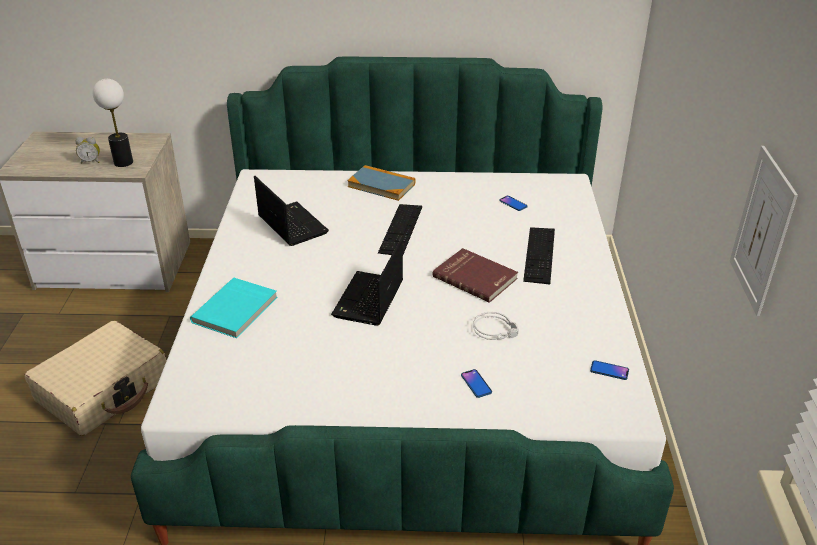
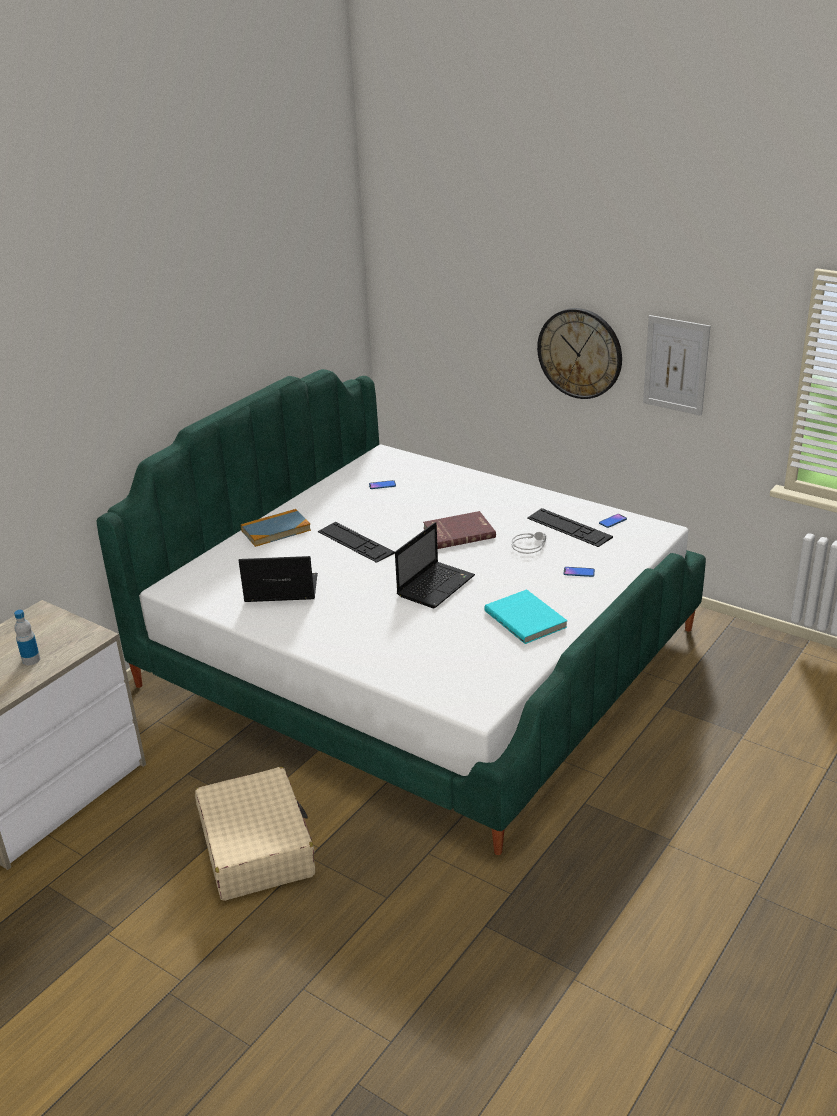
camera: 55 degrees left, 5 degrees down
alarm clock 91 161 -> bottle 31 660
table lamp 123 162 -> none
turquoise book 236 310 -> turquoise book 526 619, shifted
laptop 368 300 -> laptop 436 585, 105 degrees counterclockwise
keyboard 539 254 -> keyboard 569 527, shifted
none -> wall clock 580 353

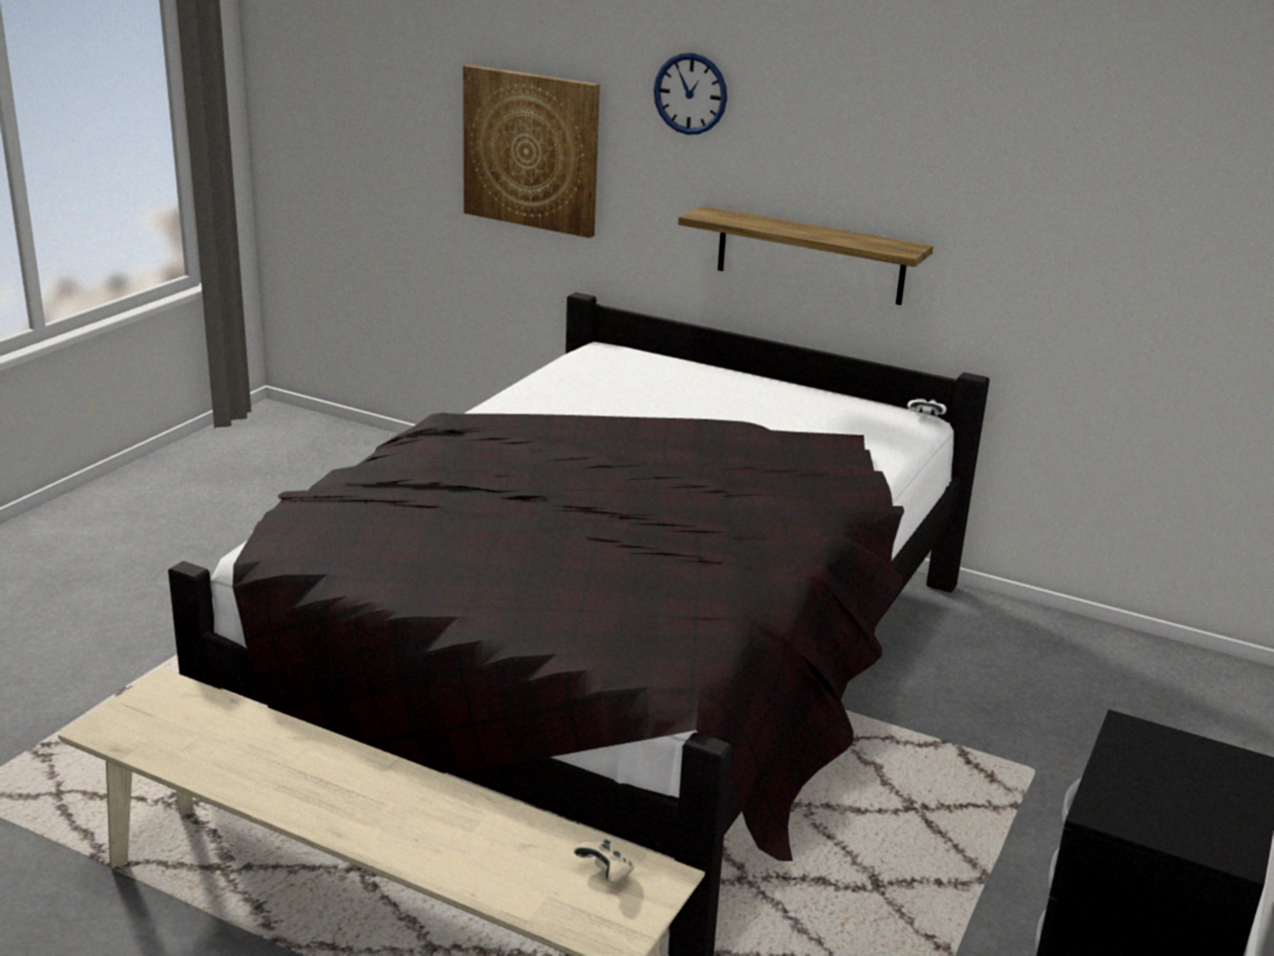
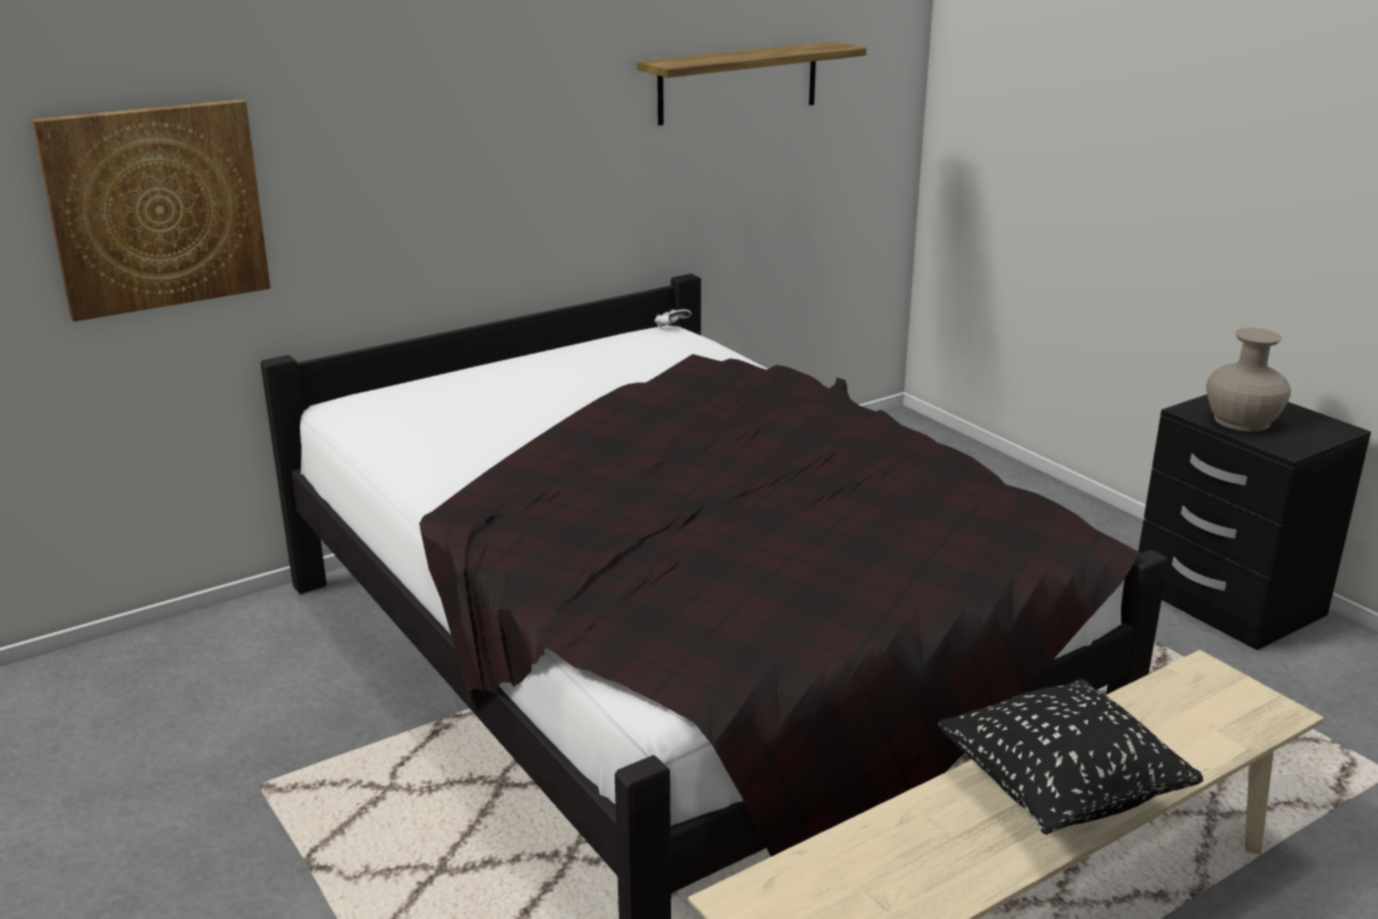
camera: 60 degrees left, 0 degrees up
beige game controller 606 873 -> none
wall clock 690 94 -> none
shelf 810 256 -> shelf 738 82, shifted
none -> black pillow 1060 793
none -> beige vase 1242 420

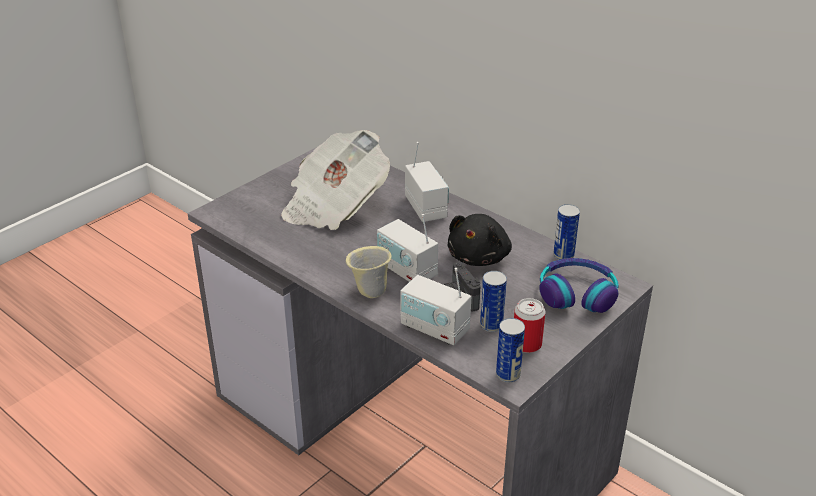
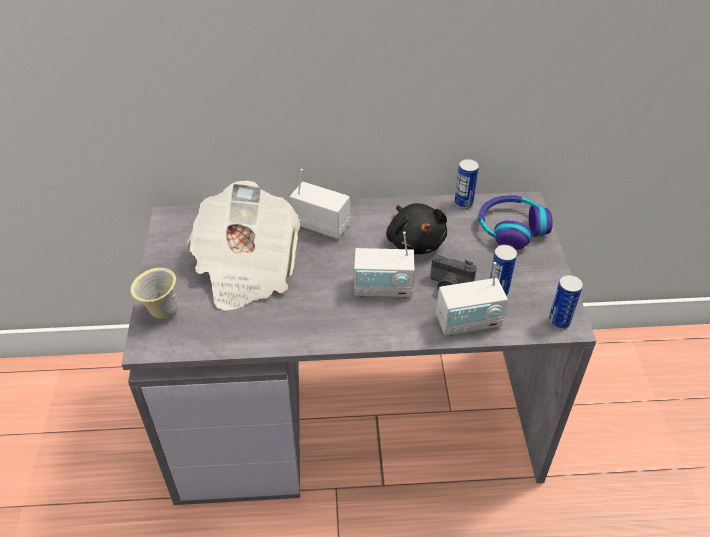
camera: 45 degrees left, 10 degrees up
beige mug 369 291 -> beige mug 161 313, shifted
can 526 344 -> none

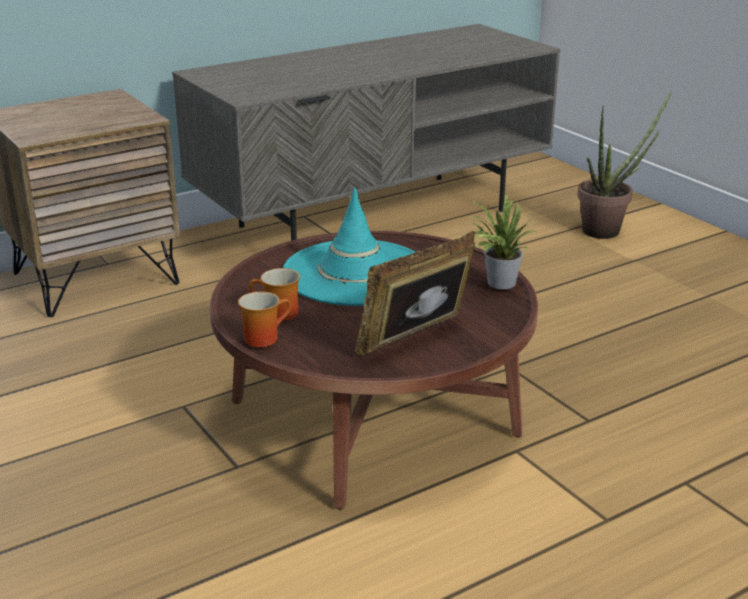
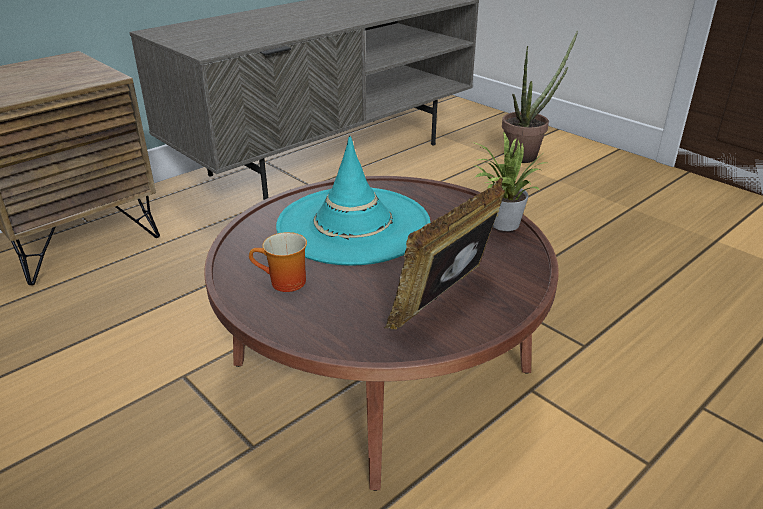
camera: 10 degrees left, 5 degrees up
mug 263 337 -> none

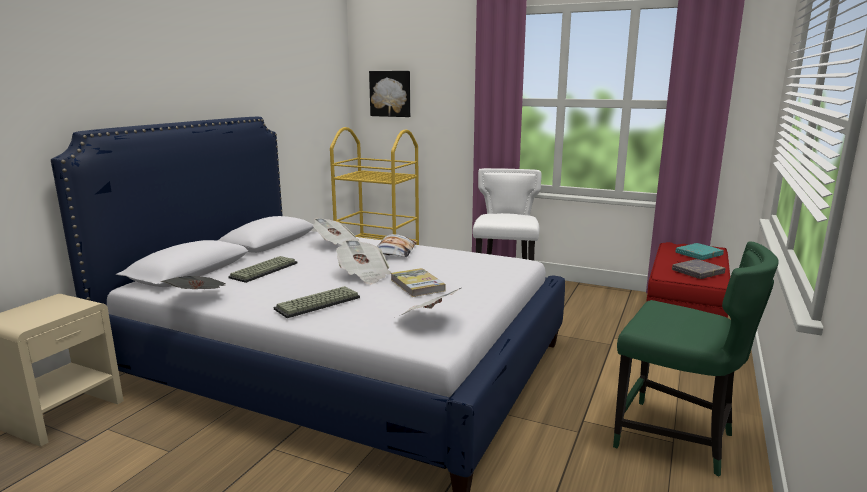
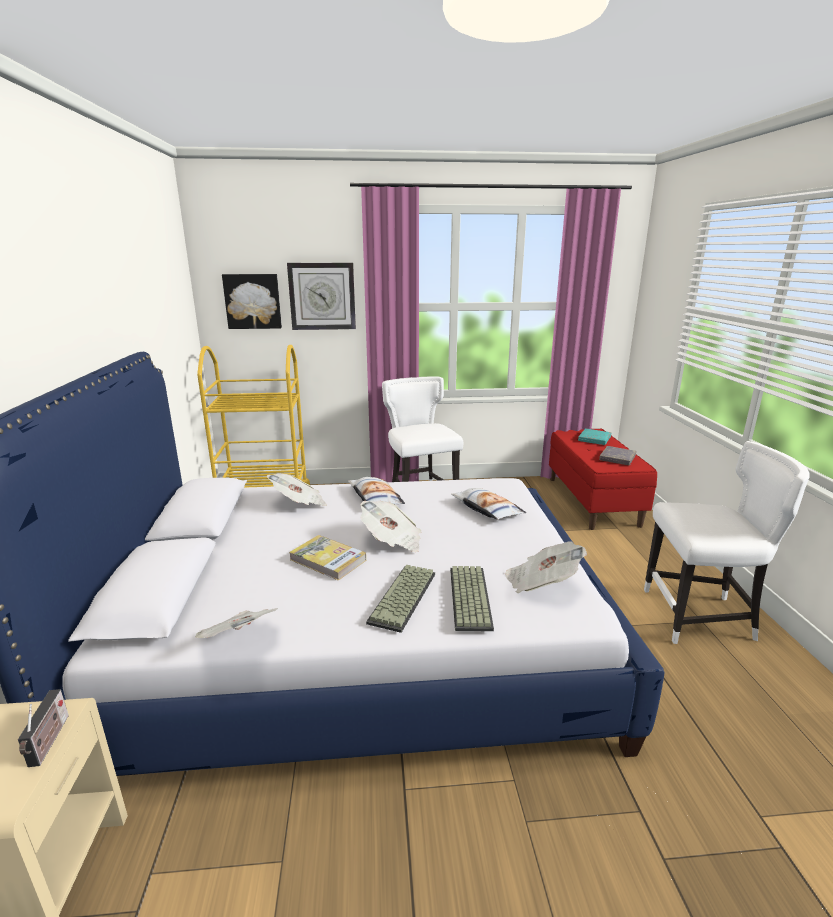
camera: 30 degrees left, 5 degrees up
keyboard 264 270 -> keyboard 468 597, shifted
book 417 285 -> book 328 560, shifted
green chair 676 439 -> white chair 700 617
none -> radio 48 742
none -> wall clock 322 296
none -> pillow 486 509

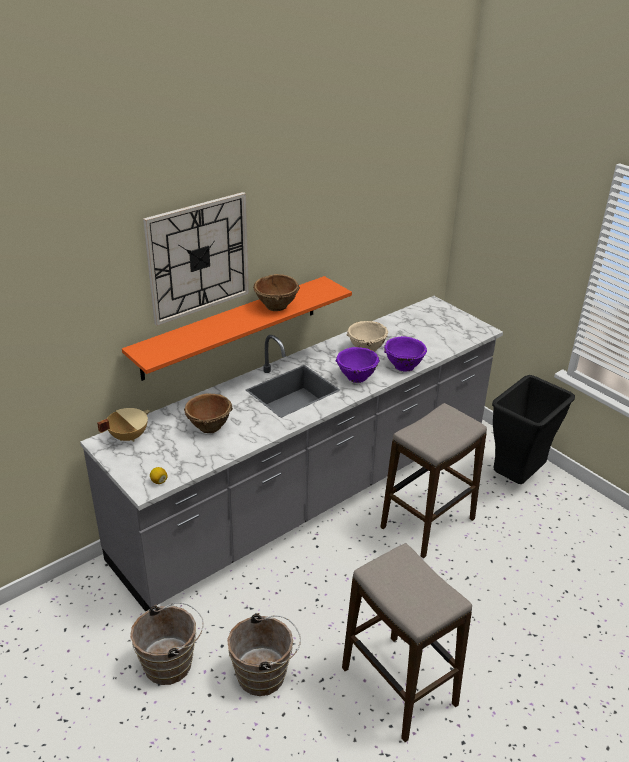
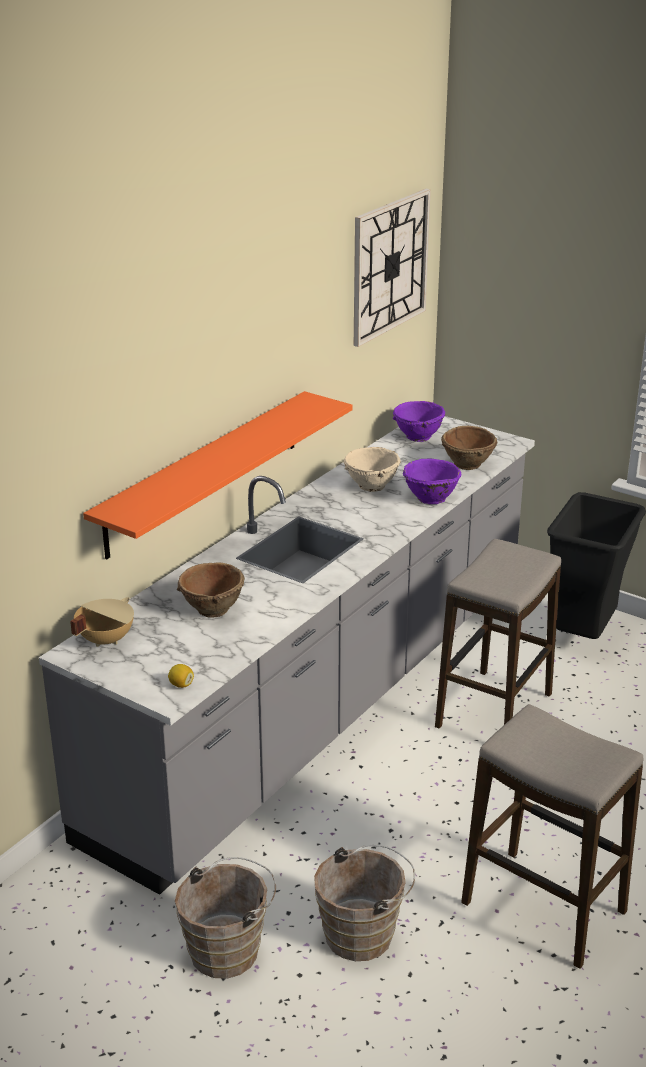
camera: 15 degrees left, 5 degrees down
wall clock 198 258 -> wall clock 390 266, shifted
brown bowl 276 306 -> brown bowl 468 465, shifted
purple bowl 356 377 -> purple bowl 417 437, shifted

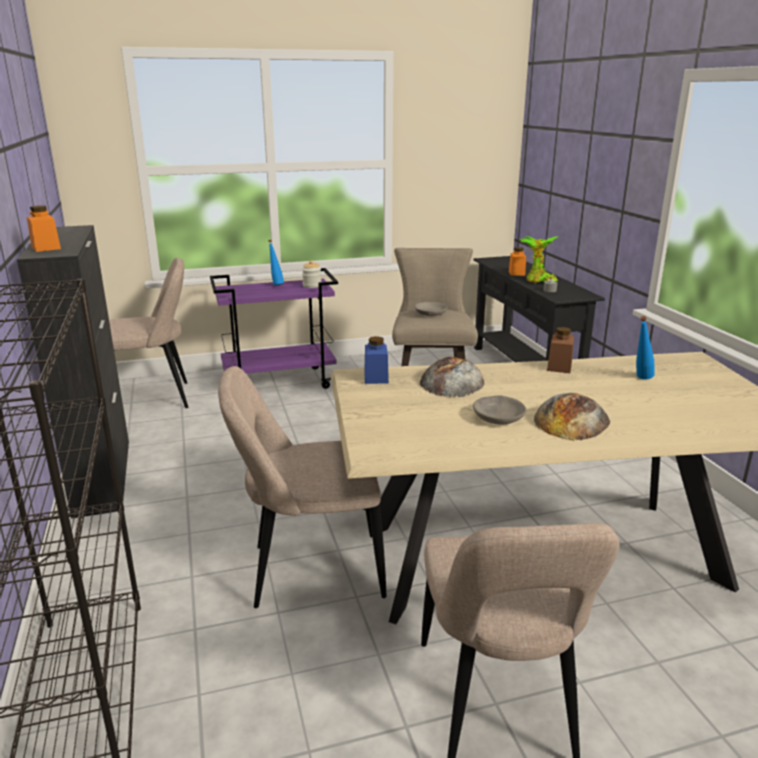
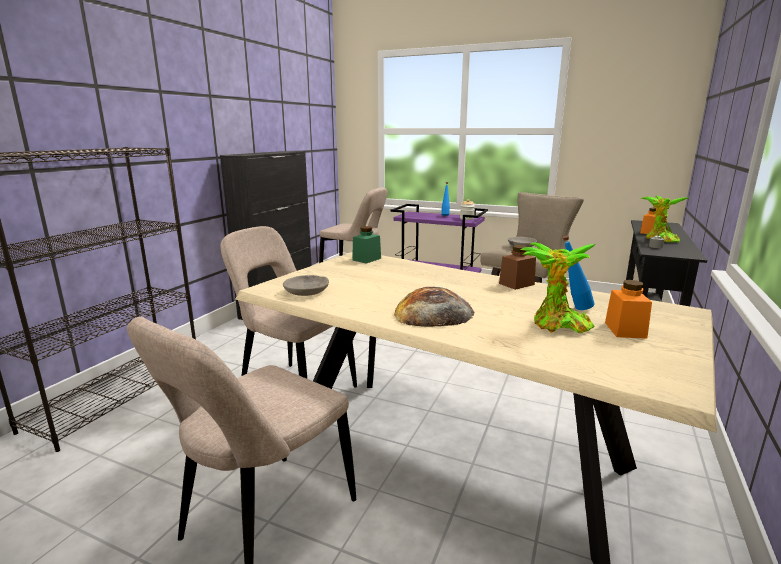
camera: 40 degrees right, 5 degrees down
orange jar 46 247 -> orange jar 625 330, shifted
blue jar 376 377 -> green jar 366 259
bread 452 381 -> none
grey bowl 498 417 -> grey bowl 307 291, shifted
none -> potted plant 557 325

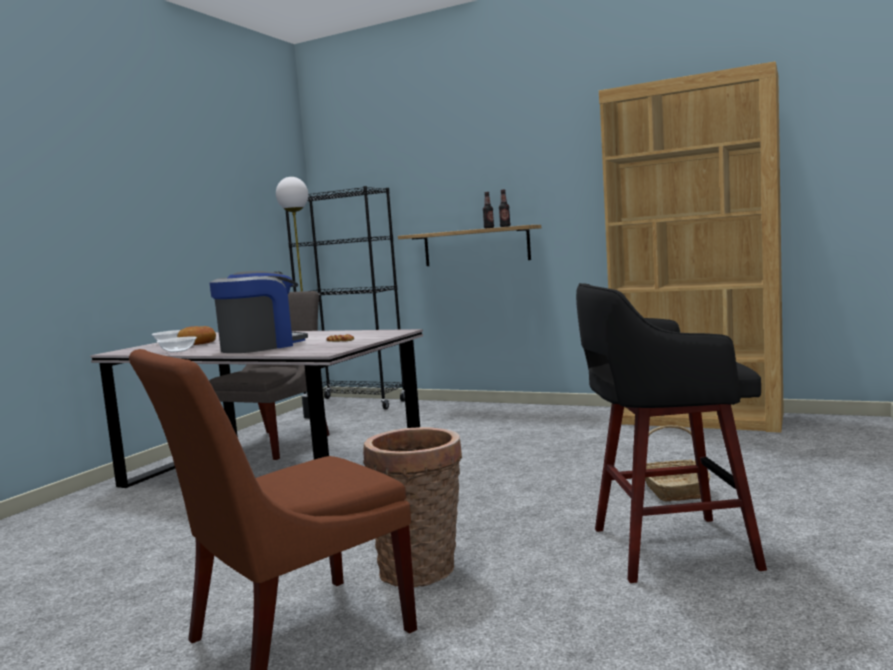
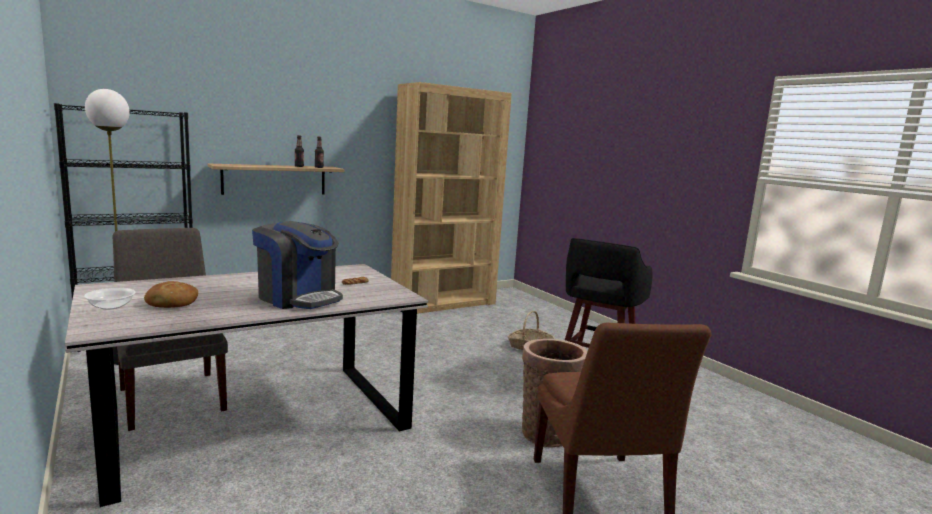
camera: 60 degrees left, 5 degrees up
bowl 178 351 -> none
coffee machine 261 346 -> coffee machine 298 298, 135 degrees clockwise

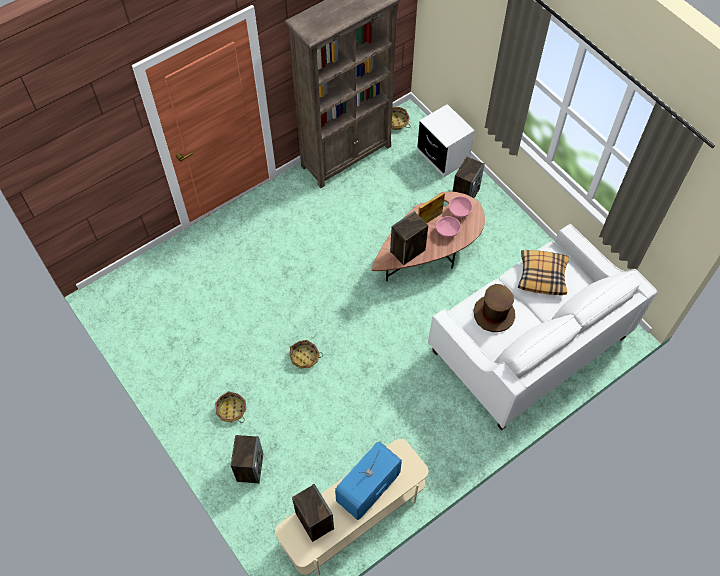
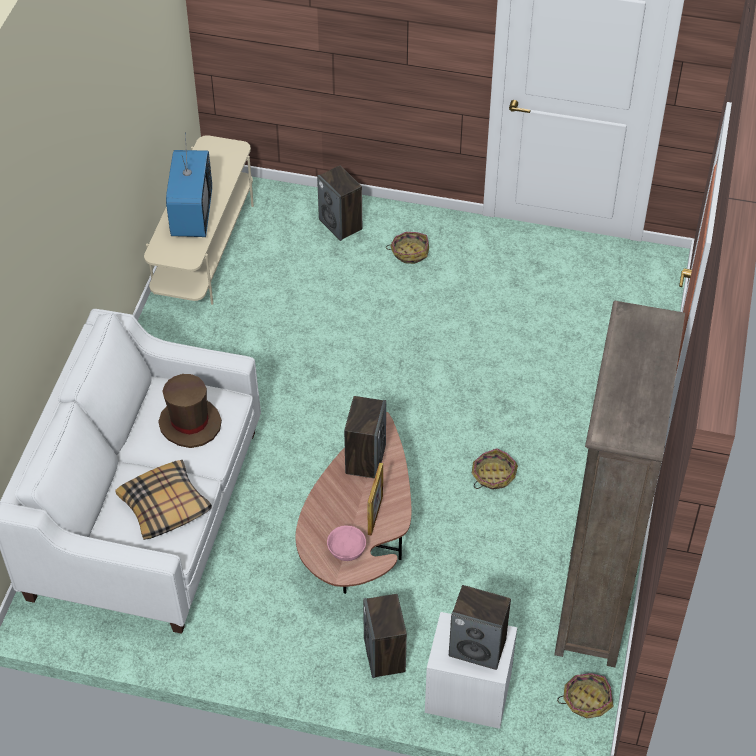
camera: 140 degrees right, 10 degrees down
basket 304 357 -> basket 493 475, shifted
speaker 314 520 -> speaker 478 648, shifted
pink bowl 447 232 -> none

